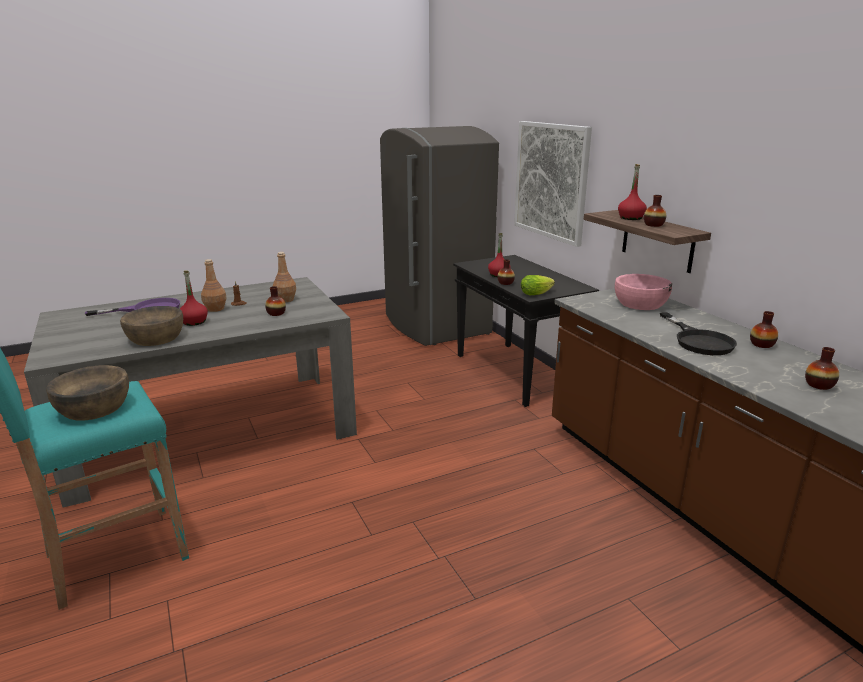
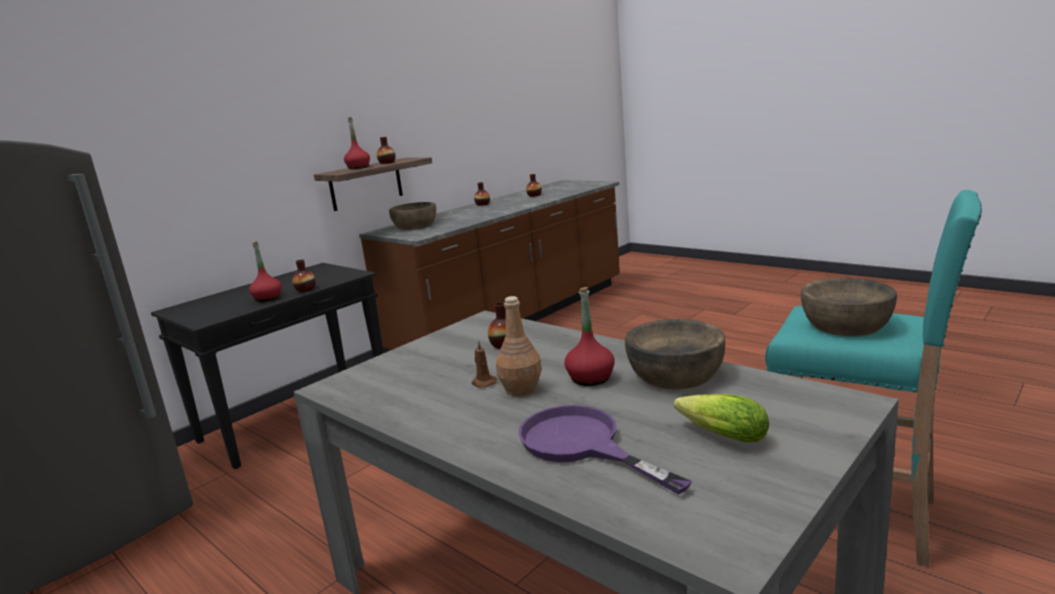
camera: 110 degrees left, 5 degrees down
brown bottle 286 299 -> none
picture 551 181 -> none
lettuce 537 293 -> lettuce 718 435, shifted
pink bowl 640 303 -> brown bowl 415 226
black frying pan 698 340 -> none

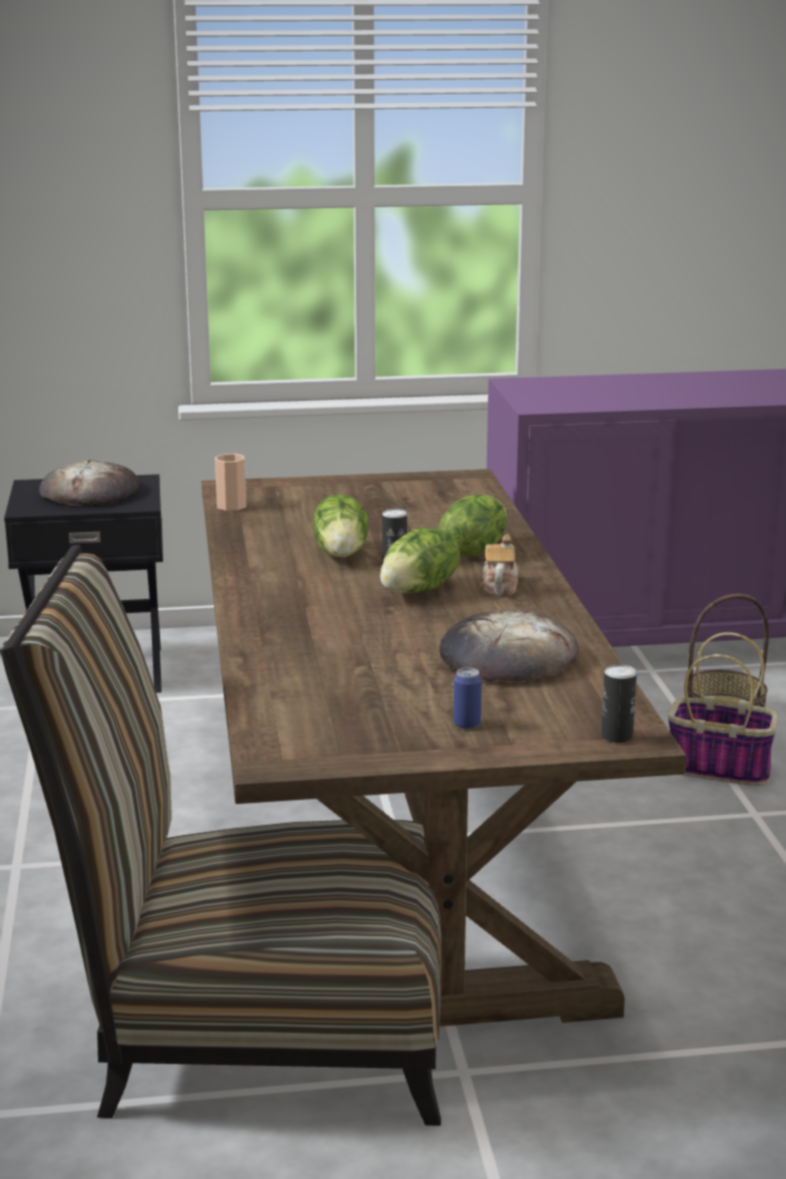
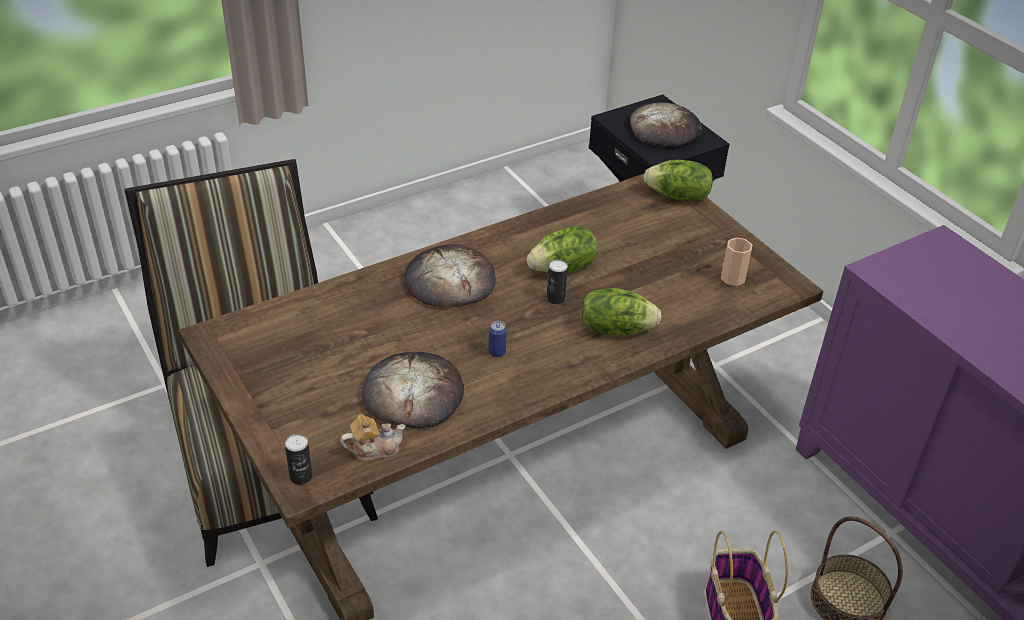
camera: 65 degrees right, 20 degrees up
cup 231 506 -> cup 733 278, shifted
lettuce 420 590 -> lettuce 678 197, shifted
can 467 724 -> can 497 352, shifted
teapot 499 587 -> teapot 374 449, shifted
none -> bread 450 281

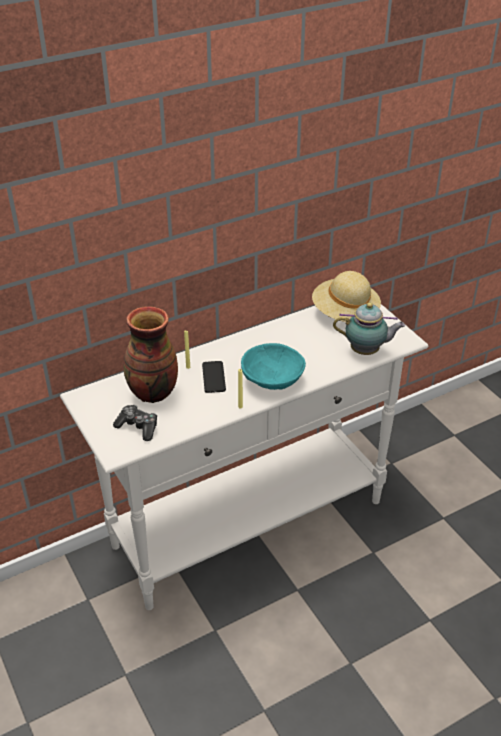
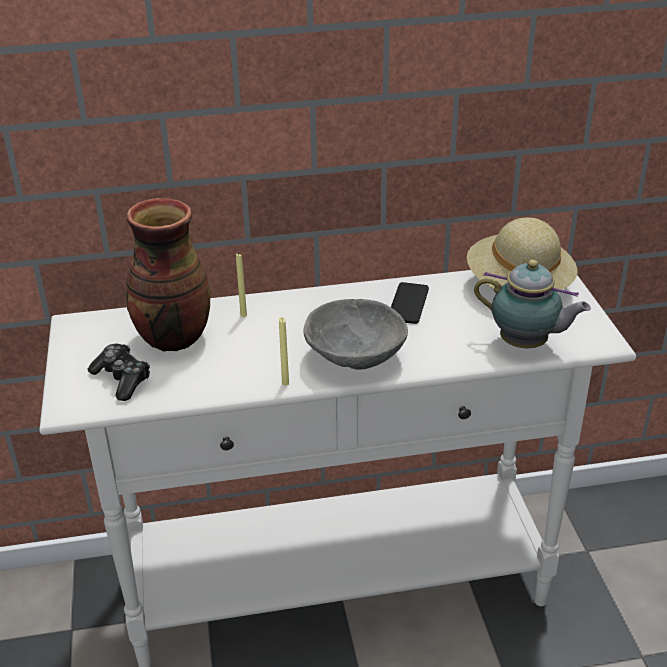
camera: 20 degrees right, 5 degrees down
phone 213 377 -> phone 408 304, shifted
turquoise bowl 272 381 -> grey bowl 354 357

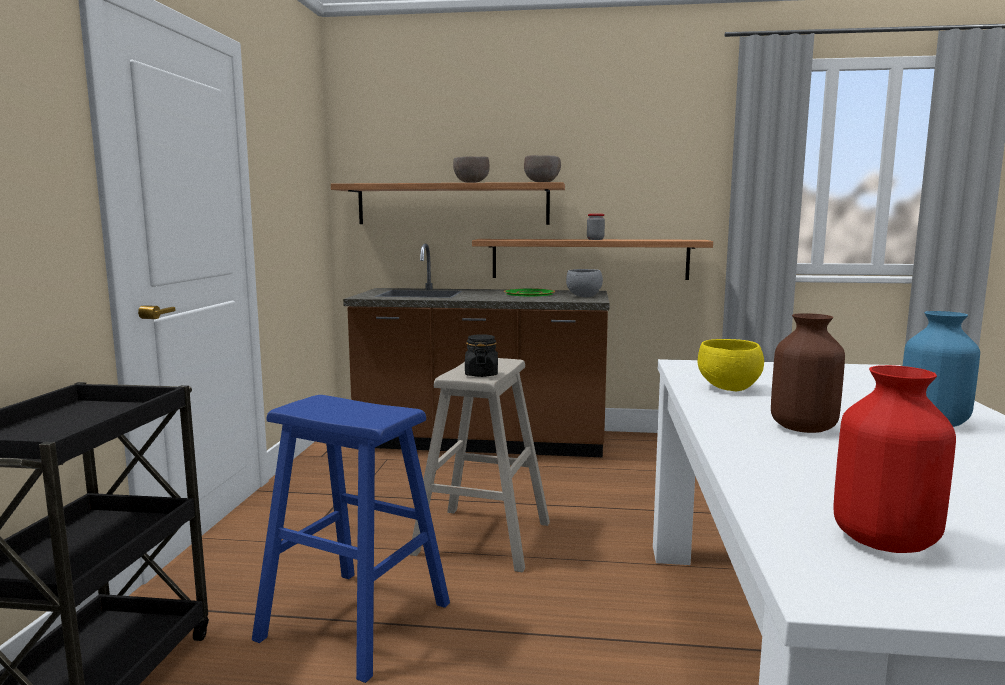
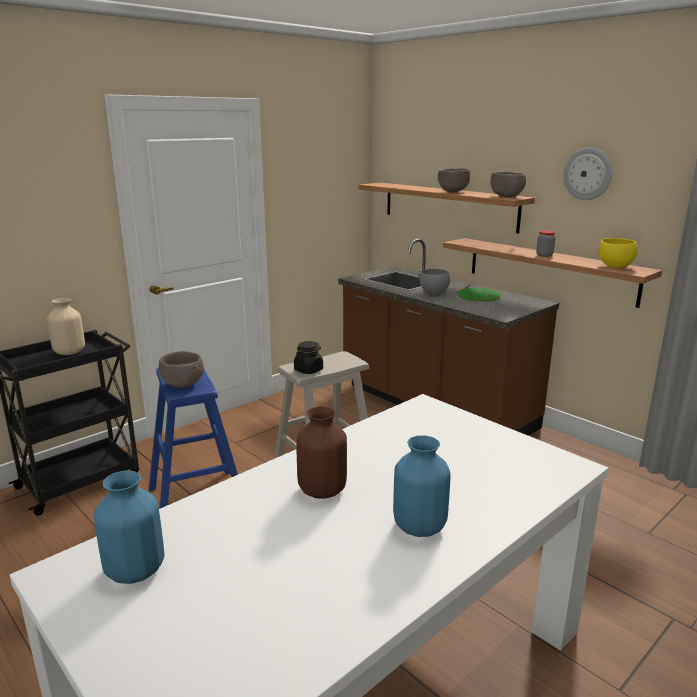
camera: 40 degrees right, 10 degrees up
grey bowl 584 296 -> grey bowl 433 293, shifted
yellow bowl 730 388 -> yellow bowl 615 267, shifted
red vase 885 540 -> blue vase 136 571
none -> beige vase 70 352
none -> brown bowl 183 385
none -> wall clock 588 174

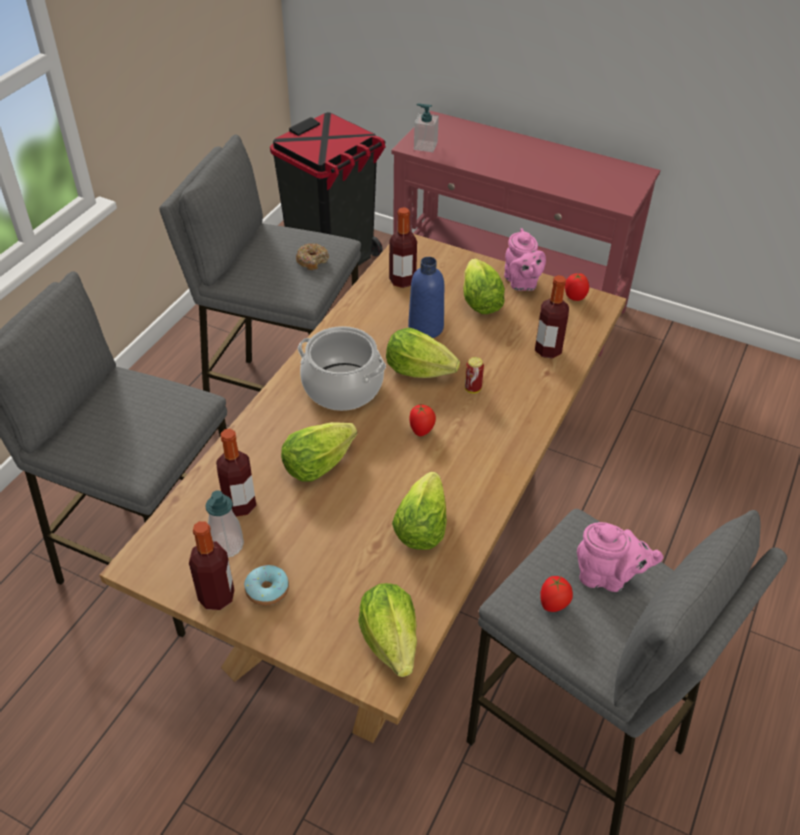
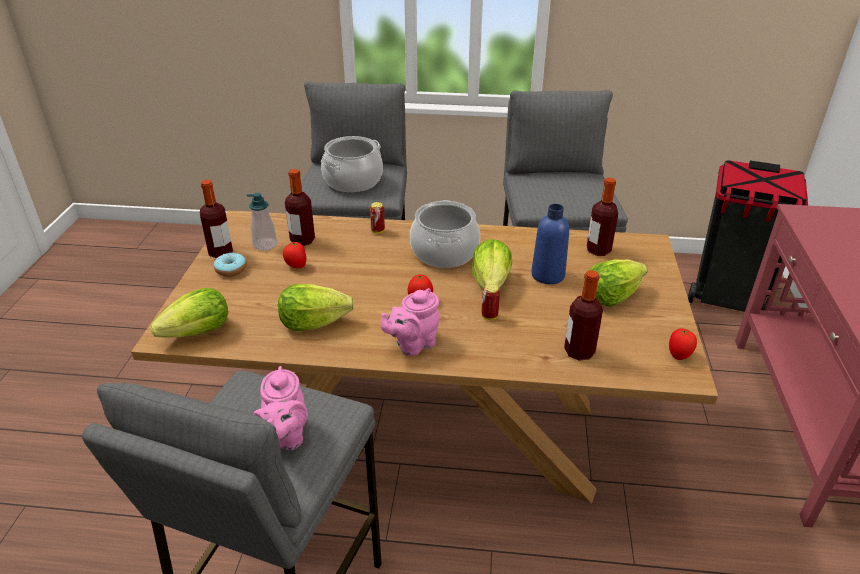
camera: 70 degrees right, 10 degrees down
lettuce 317 465 -> none
donut 312 260 -> none
soap dispenser 425 146 -> none
pink teapot 521 283 -> pink teapot 412 344, shifted
tomato 553 604 -> tomato 296 266, shifted
none -> cooking pot 353 181
none -> can 377 231

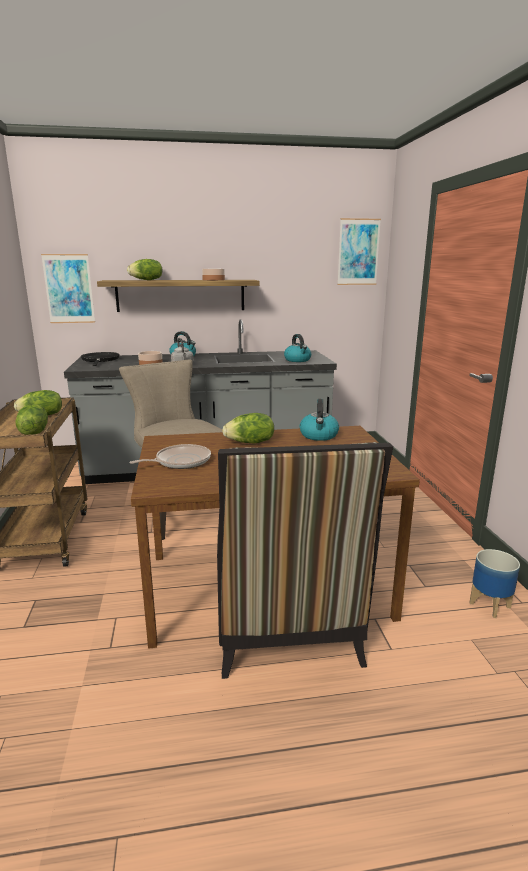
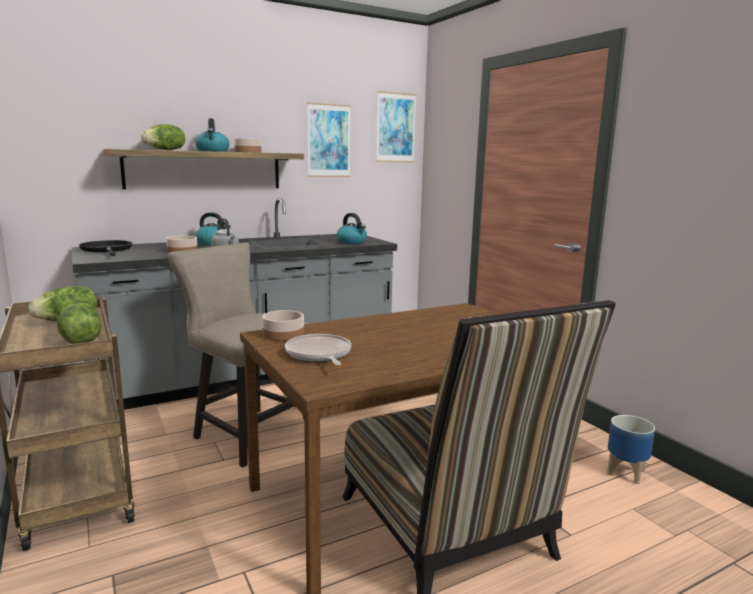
camera: 20 degrees left, 5 degrees down
picture 69 289 -> picture 329 141, shifted
frying pan 180 461 -> frying pan 319 355, 60 degrees counterclockwise
lettuce 250 442 -> none
kettle 319 436 -> kettle 213 151, shifted
none -> bowl 282 334

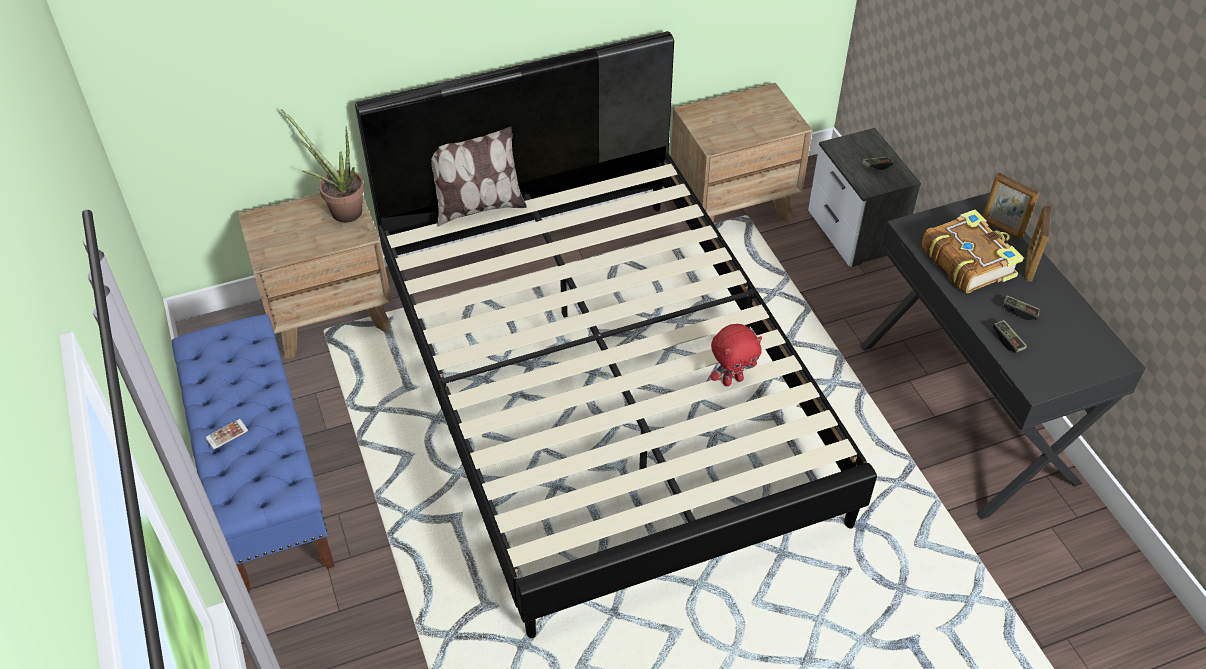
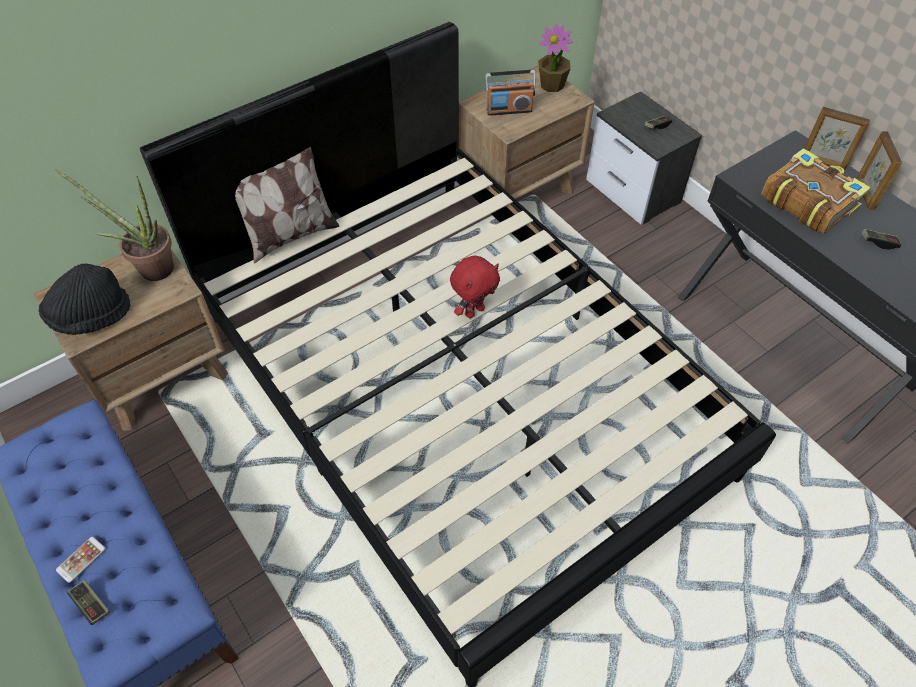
camera: 15 degrees left, 5 degrees up
red plush toy 732 380 -> red plush toy 474 311, shifted
game controller 1008 340 -> game controller 91 604, shifted
none -> black hat 91 316
none -> radio 509 110
none -> potted plant 552 85

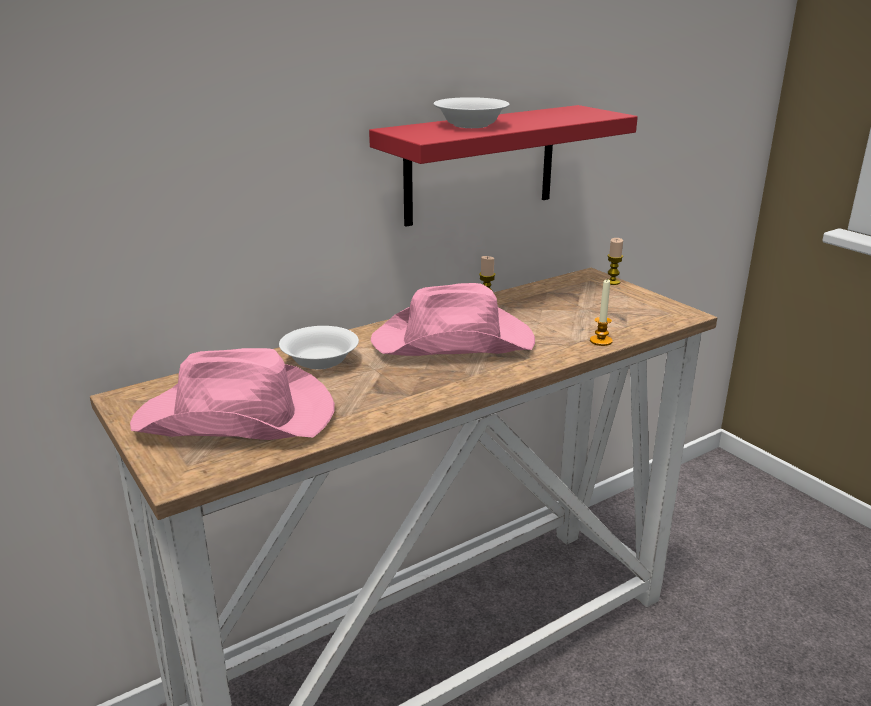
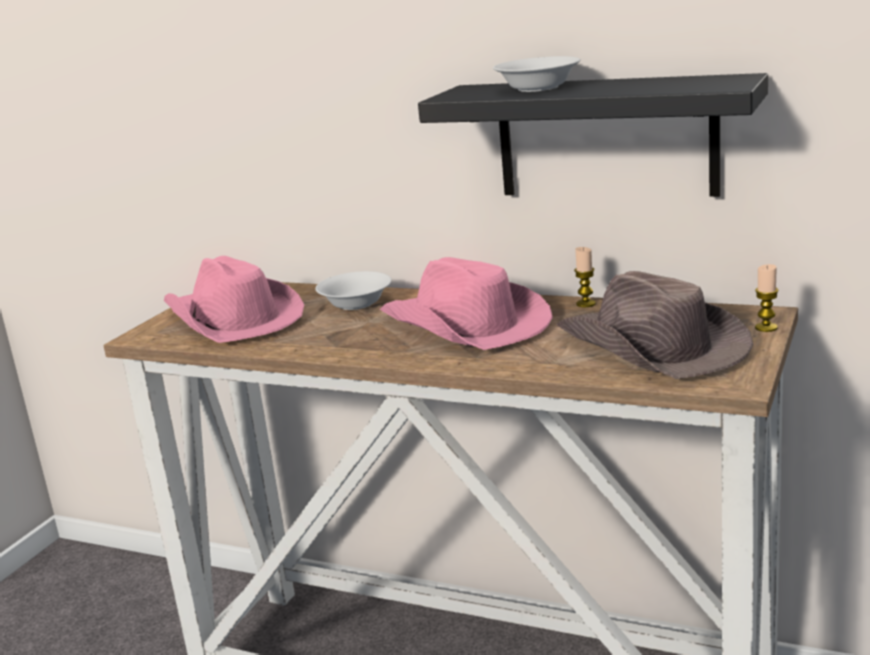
camera: 60 degrees right, 5 degrees down
red shelf 480 164 -> black shelf 606 138
candle 601 341 -> none
none -> brown hat 651 347

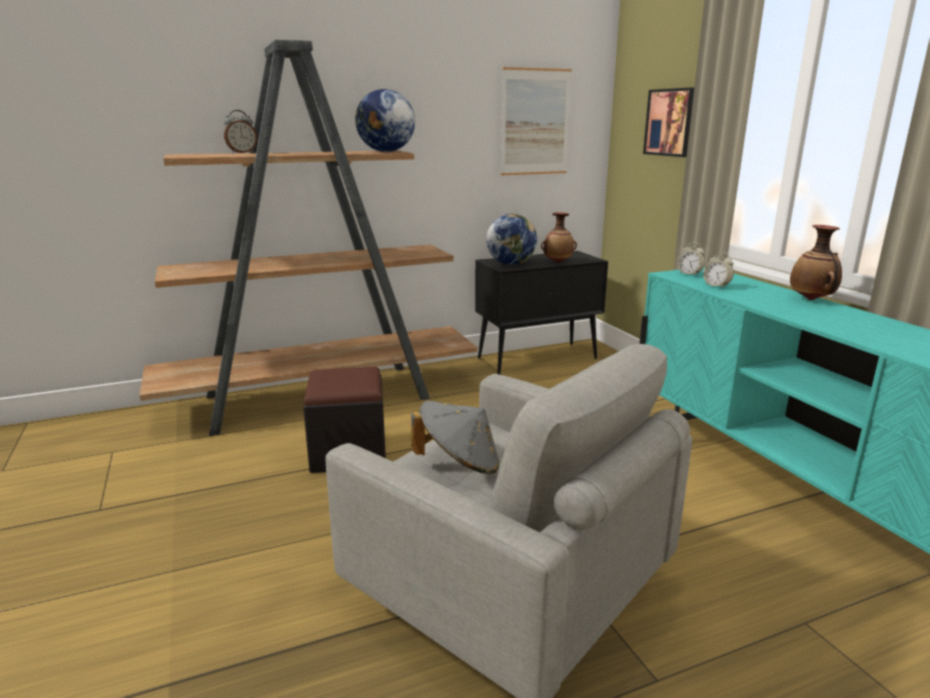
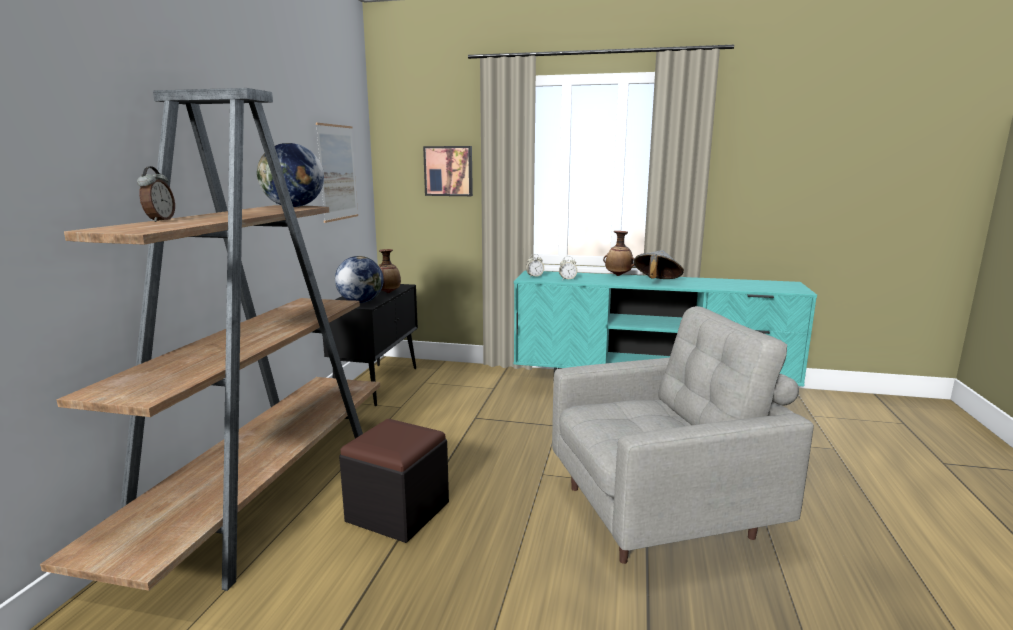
camera: 55 degrees left, 5 degrees down
grey hat 459 464 -> grey hat 656 282, shifted

